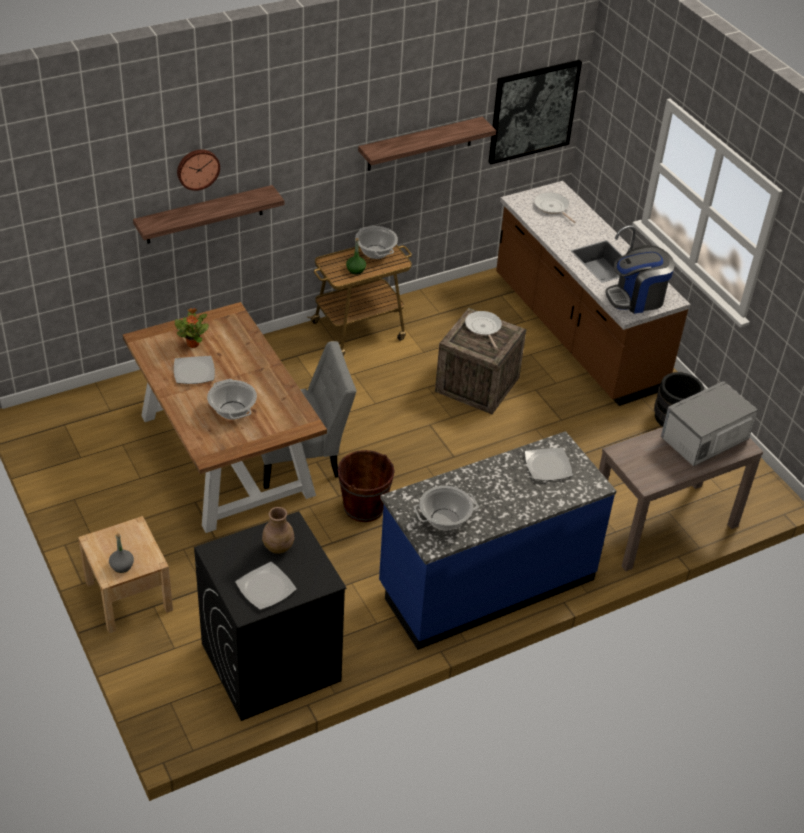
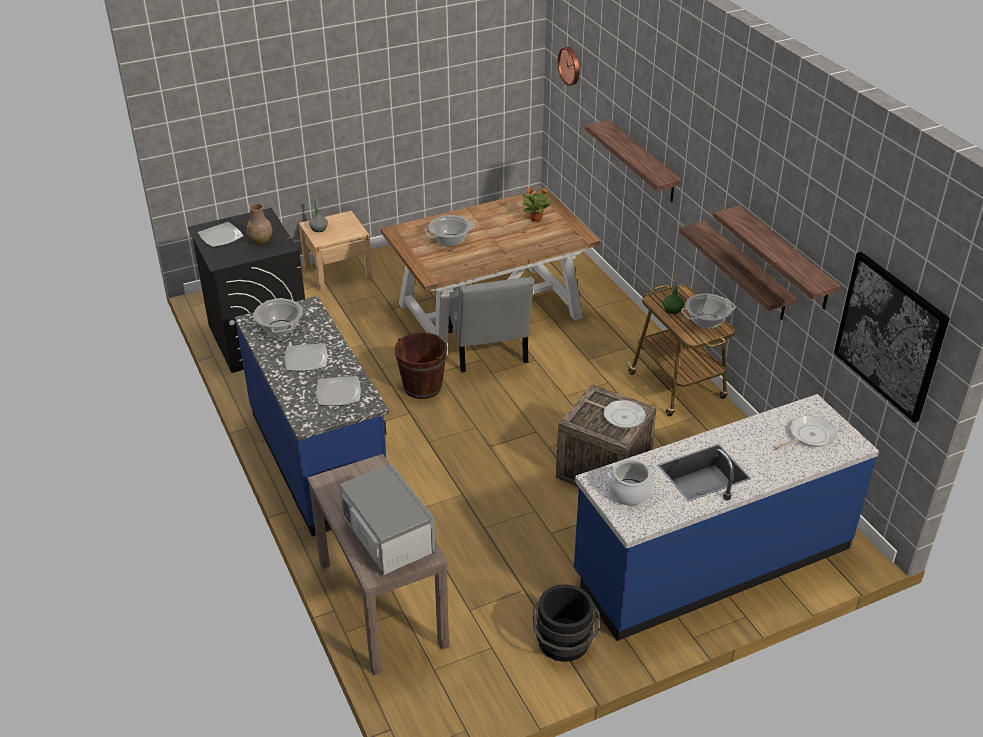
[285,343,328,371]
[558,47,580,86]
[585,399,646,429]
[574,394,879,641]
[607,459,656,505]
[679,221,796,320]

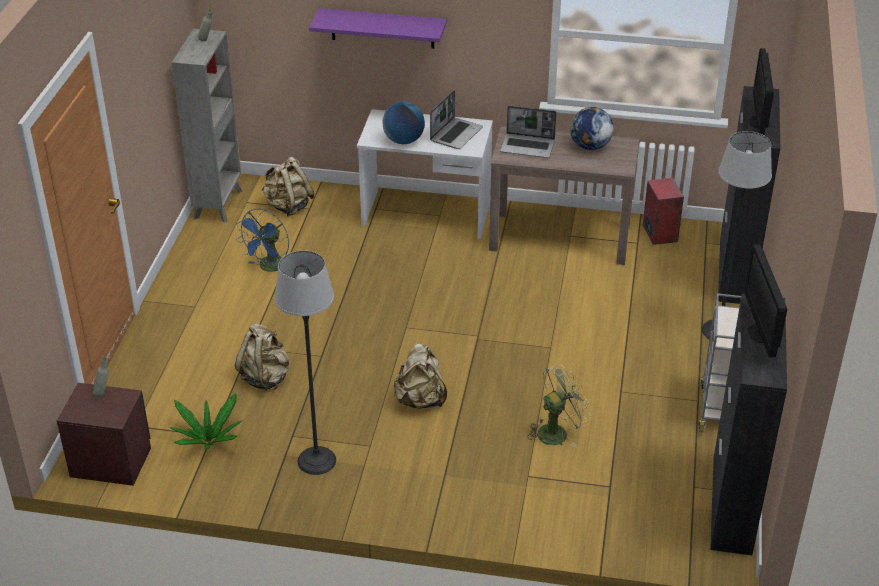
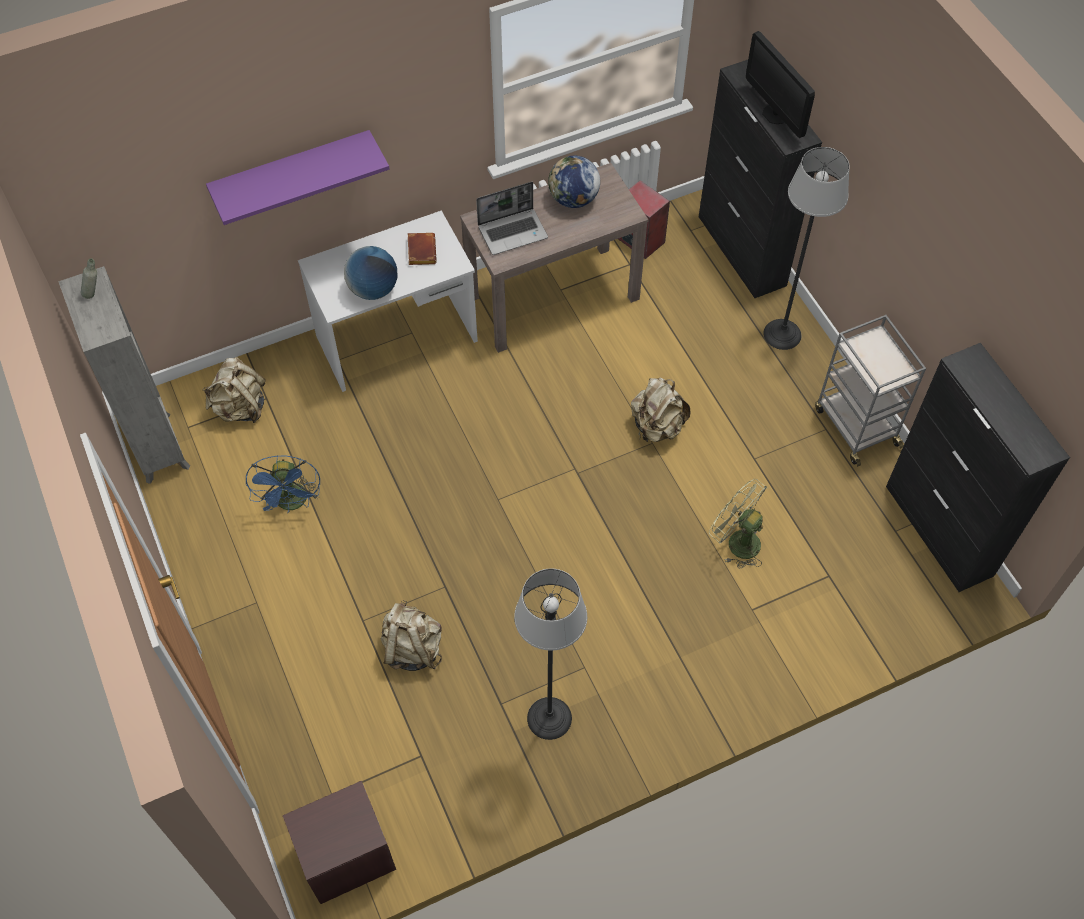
[93,358,109,397] (first image)
[170,393,242,450] (first image)
[631,377,690,442]
[408,233,437,265]
[709,479,767,569]
[745,244,787,357] (first image)

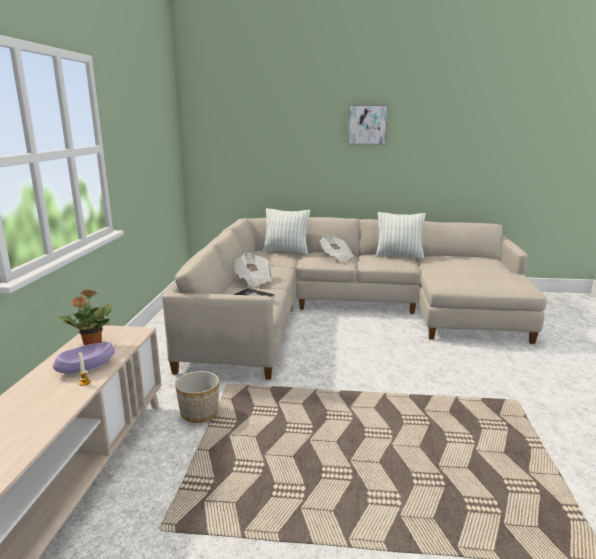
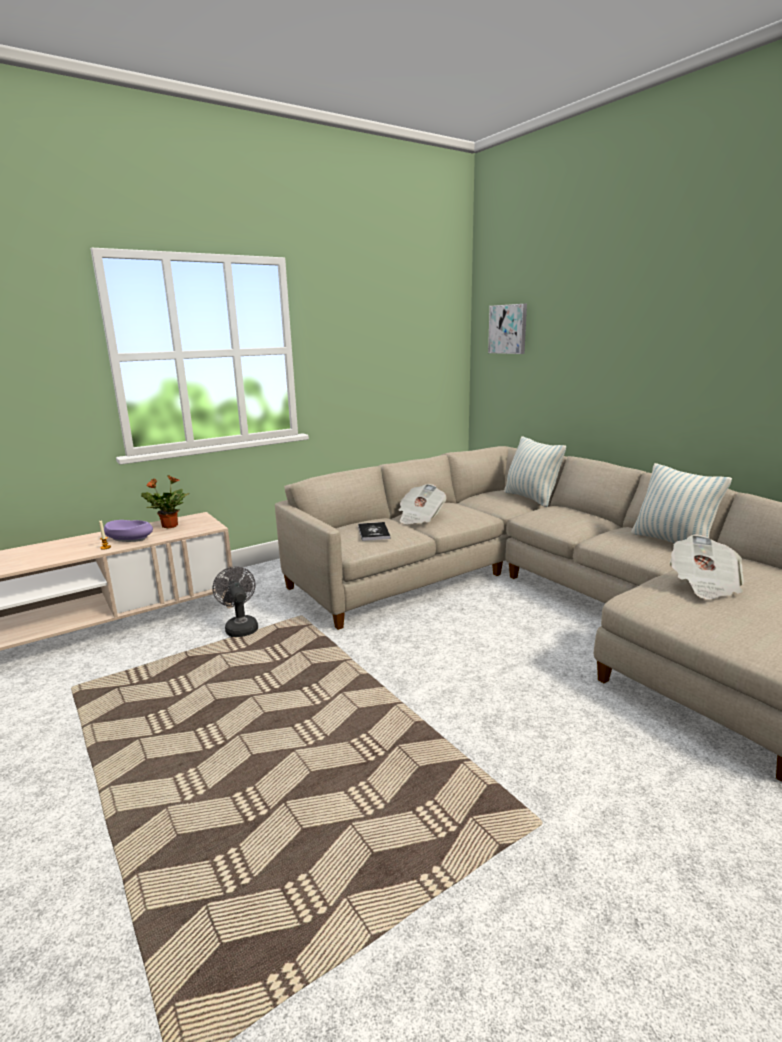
[213,566,258,637]
[669,534,744,599]
[488,304,527,354]

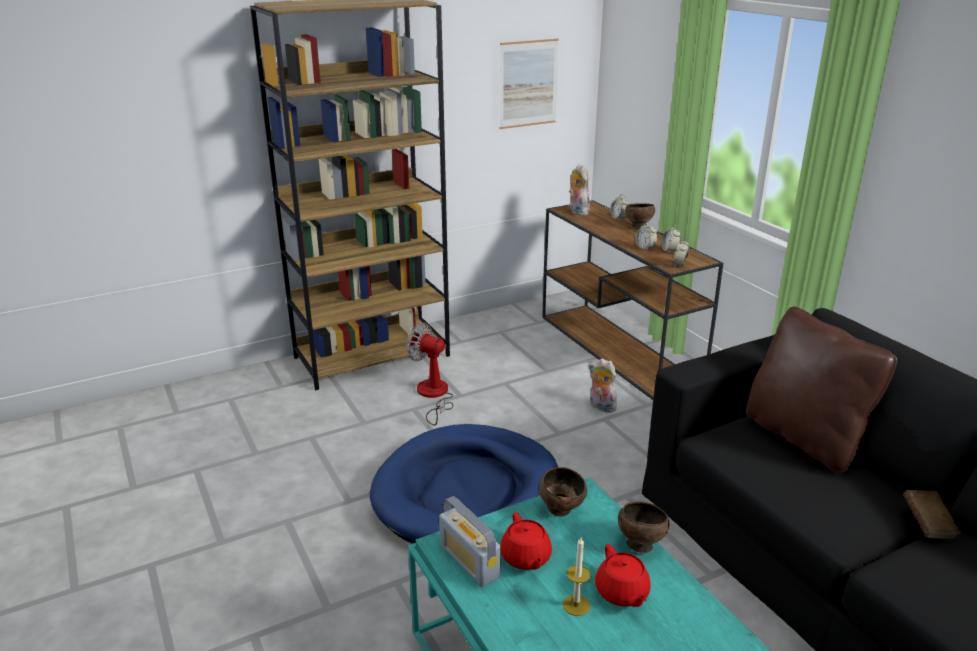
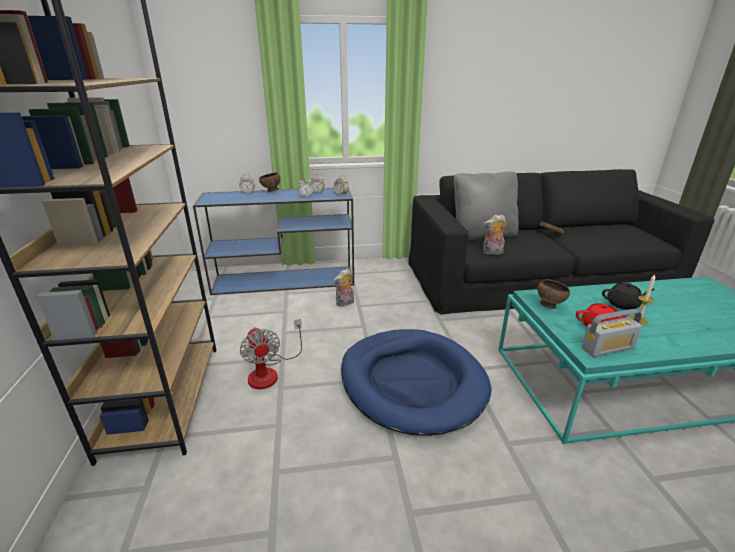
[240,319,302,389]
[500,39,559,129] (first image)
[193,188,354,295]
[483,214,506,255]
[602,283,655,310]
[618,501,669,553] (first image)
[454,171,519,240]

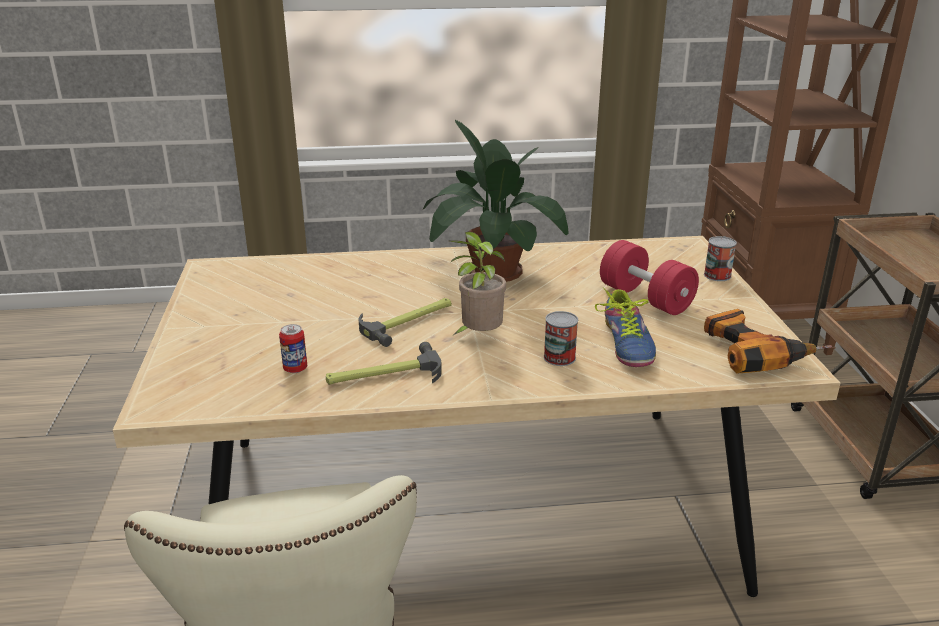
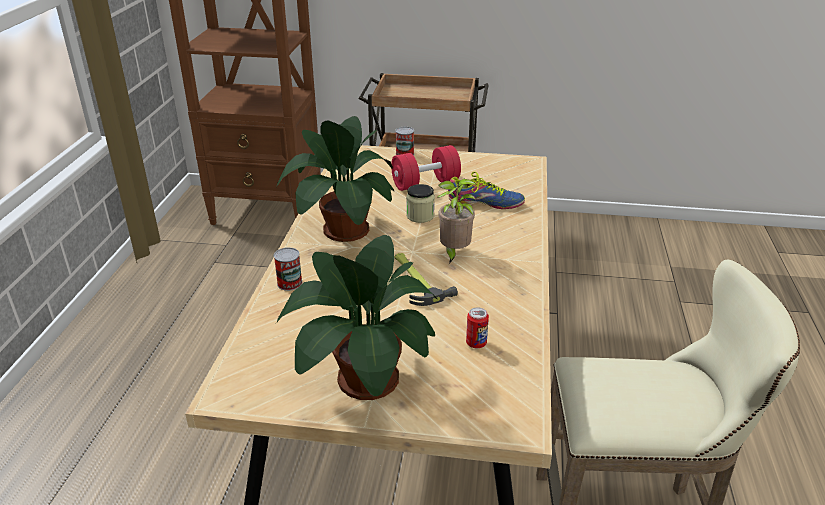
[326,342,442,385] (first image)
[274,247,302,291]
[704,309,832,374] (first image)
[276,235,437,400]
[406,184,435,223]

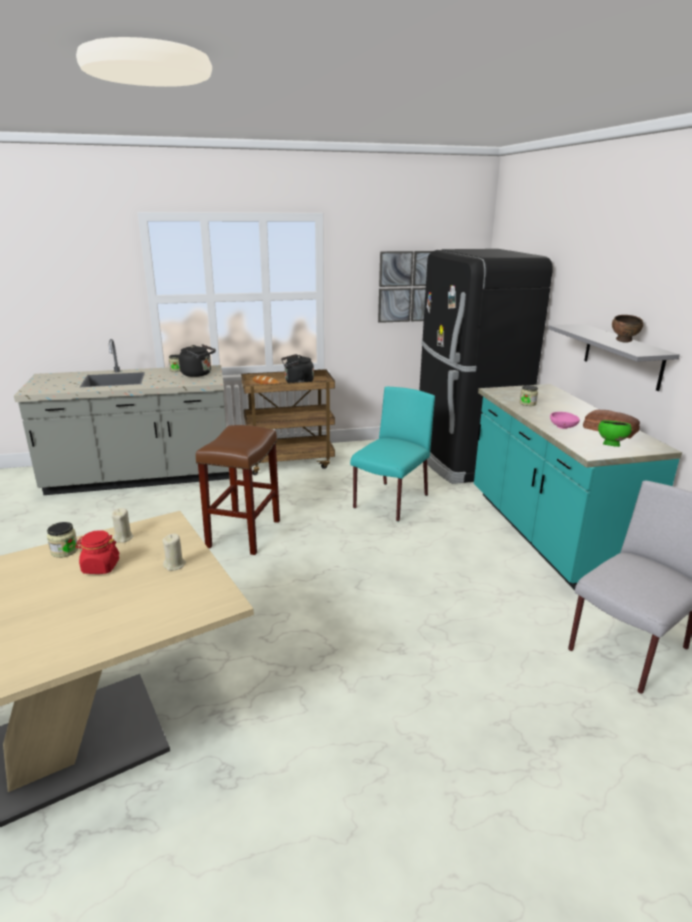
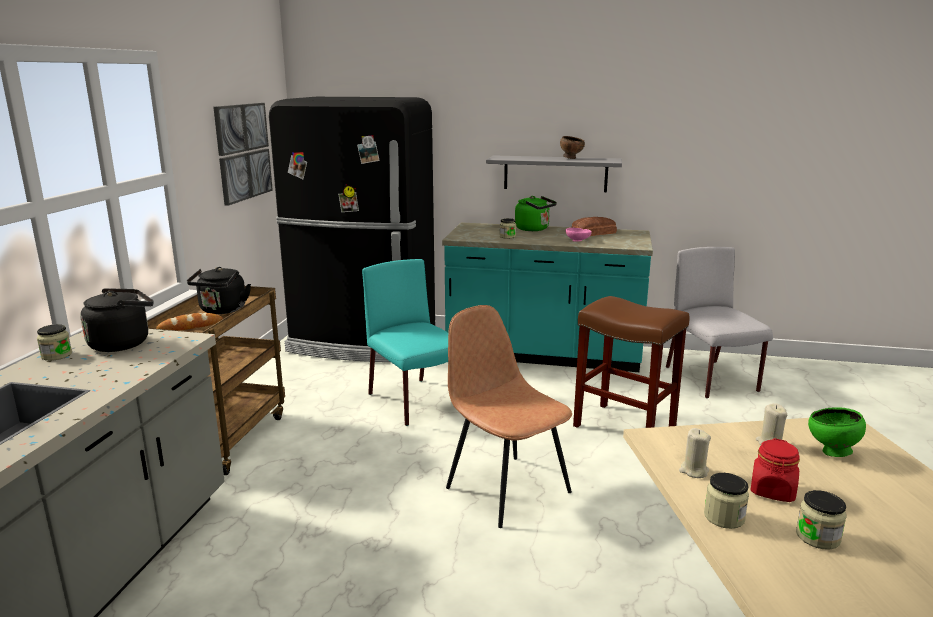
[573,296,690,428]
[808,407,866,457]
[446,305,572,528]
[515,196,557,231]
[796,490,847,550]

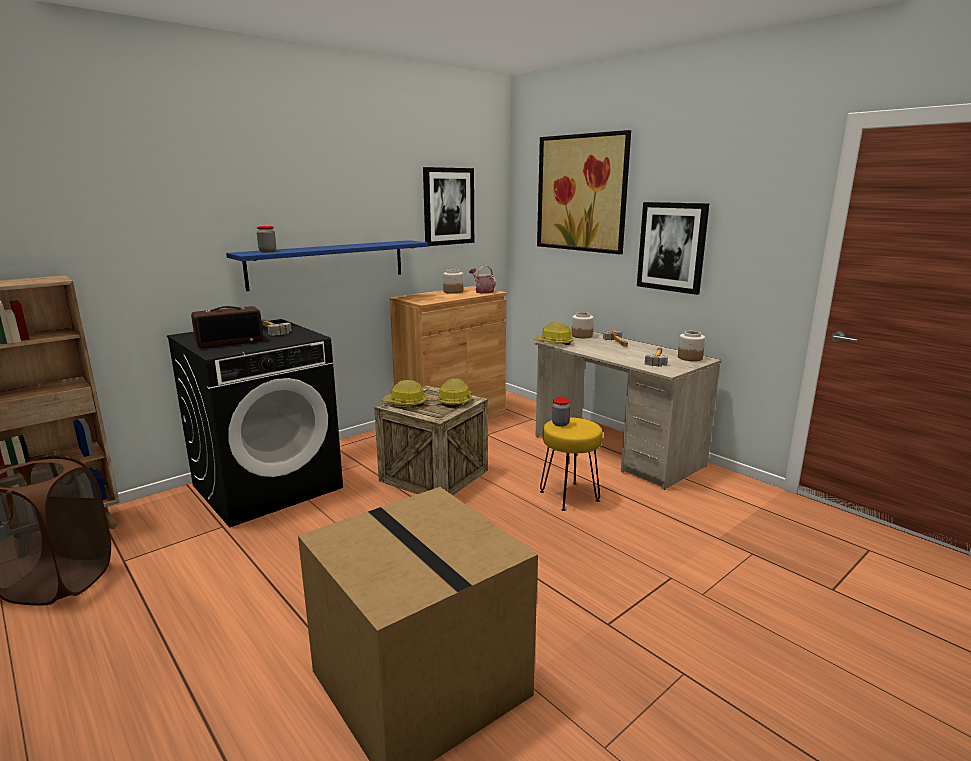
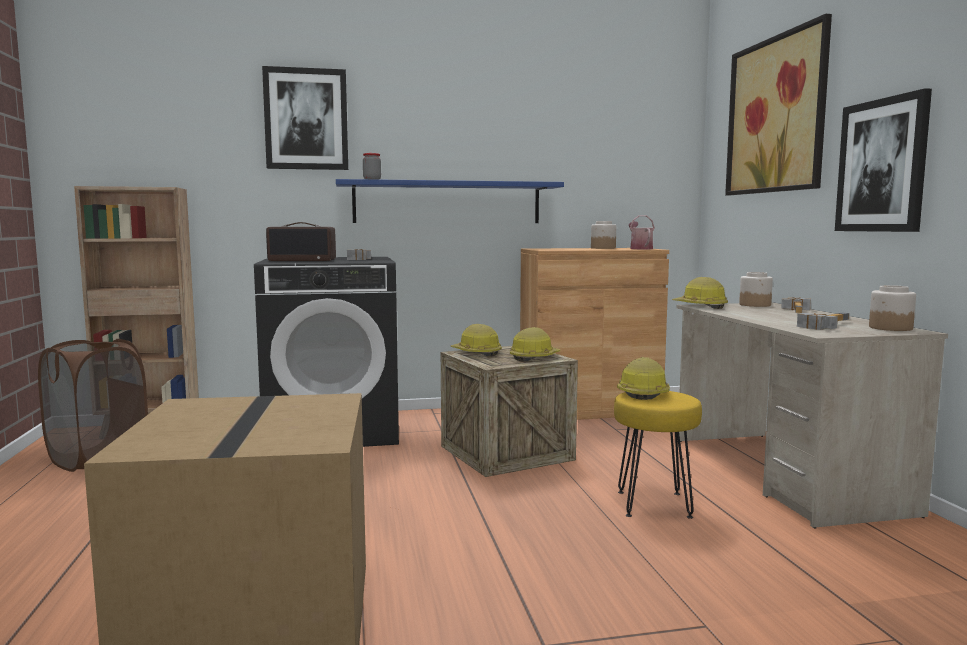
[262,66,348,170]
[617,357,670,400]

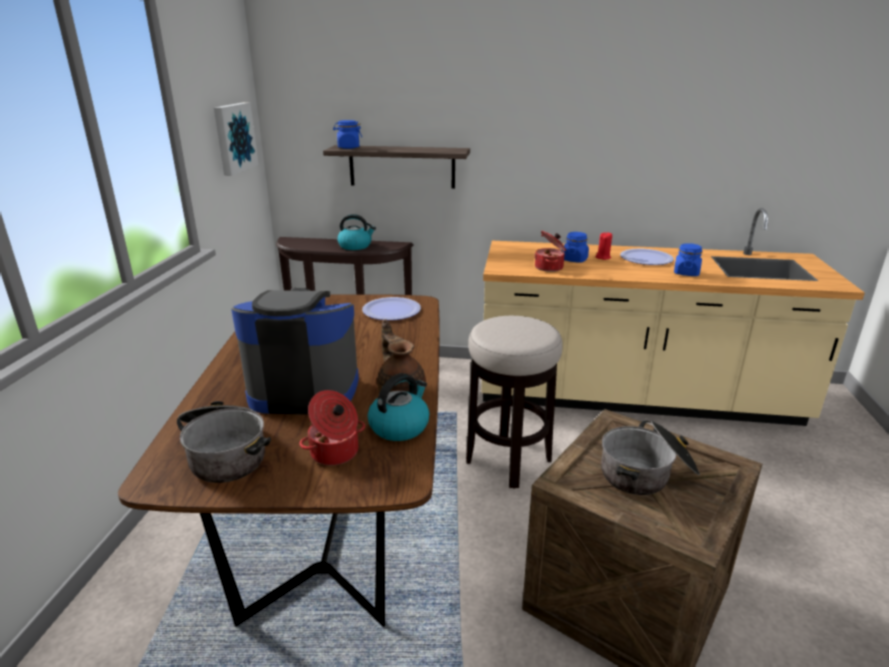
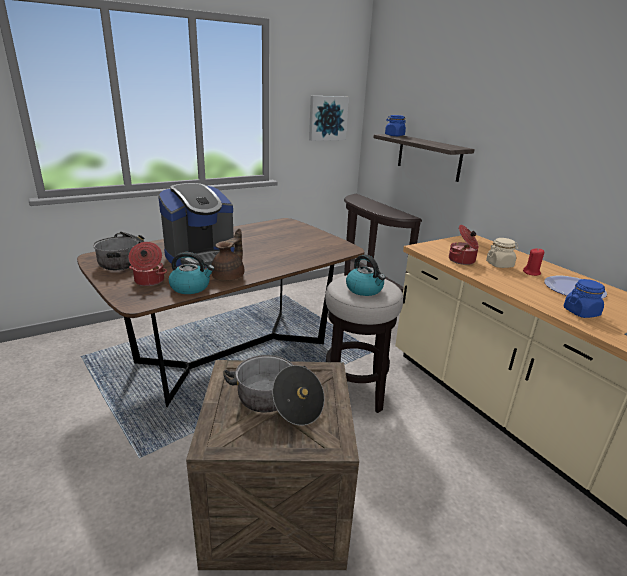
[158,183,234,268]
[346,254,385,296]
[362,297,421,320] (first image)
[486,238,519,268]

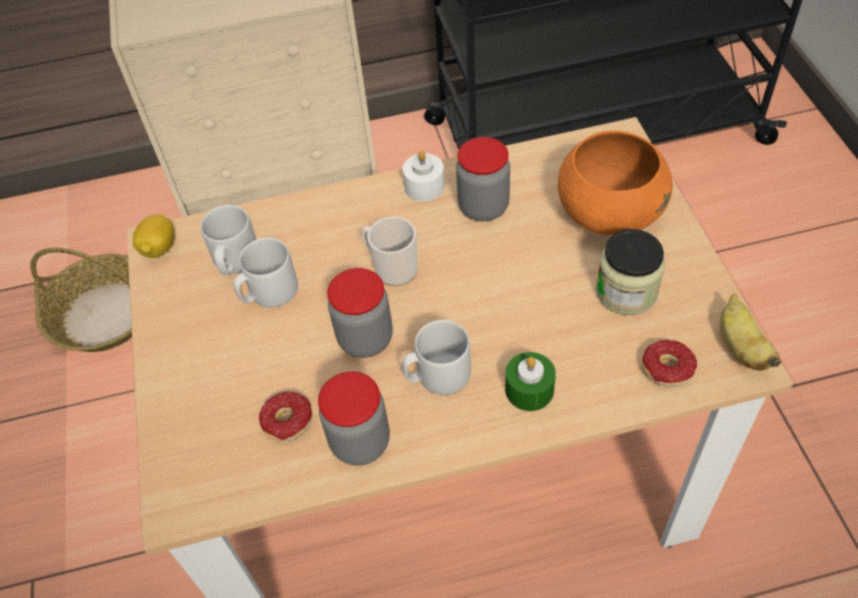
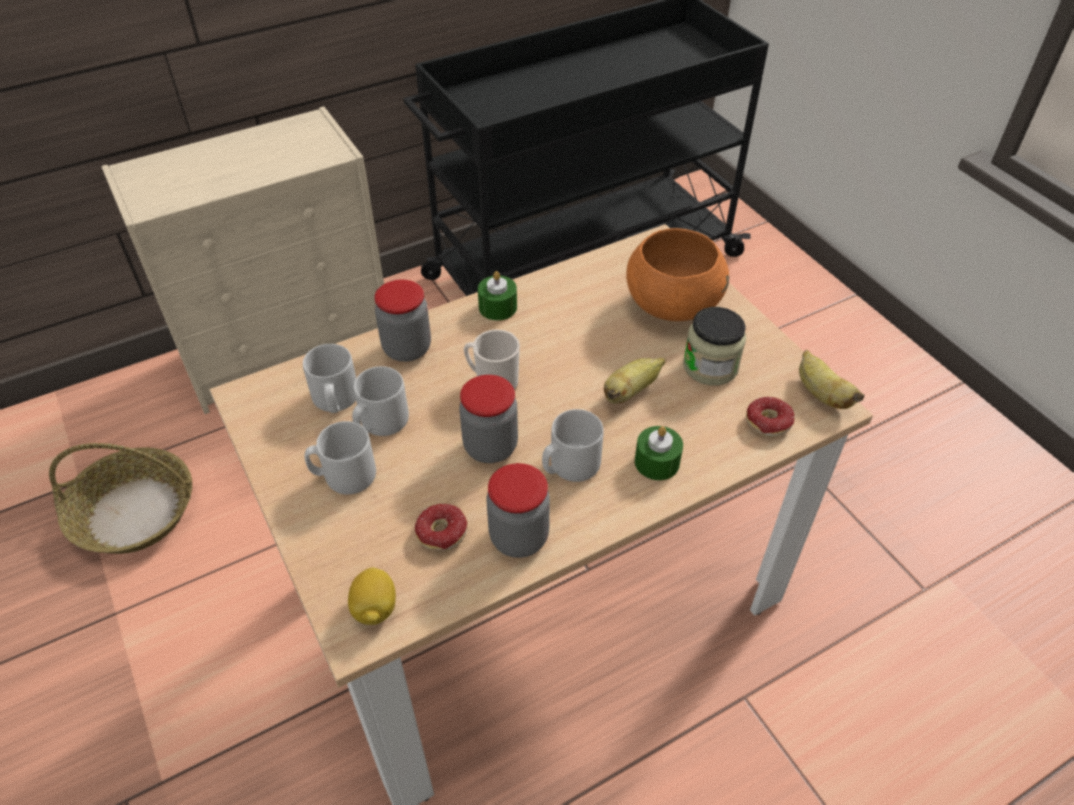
[348,567,396,625]
[478,271,517,320]
[375,279,431,362]
[304,421,376,494]
[604,357,666,404]

